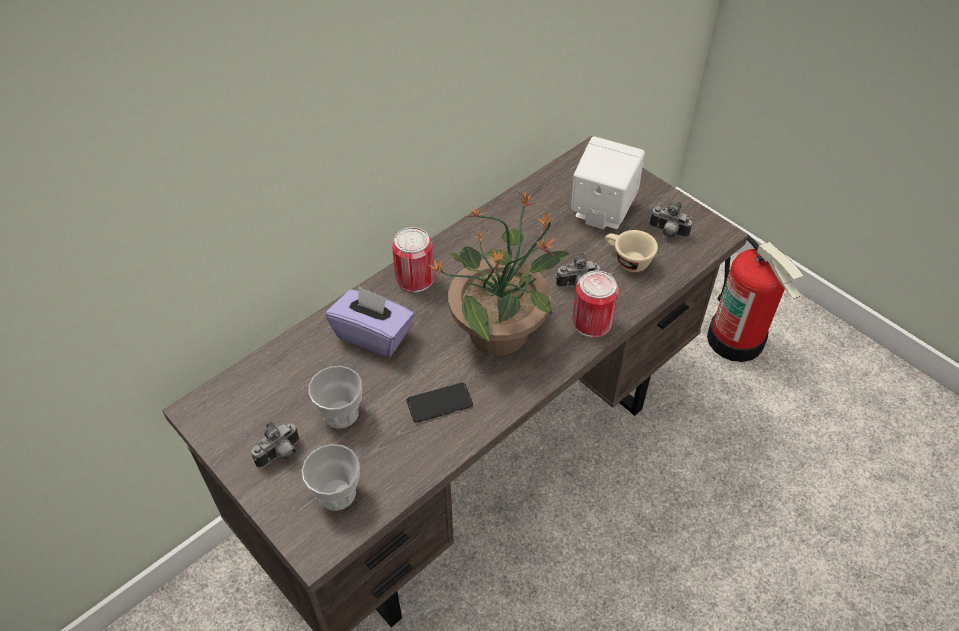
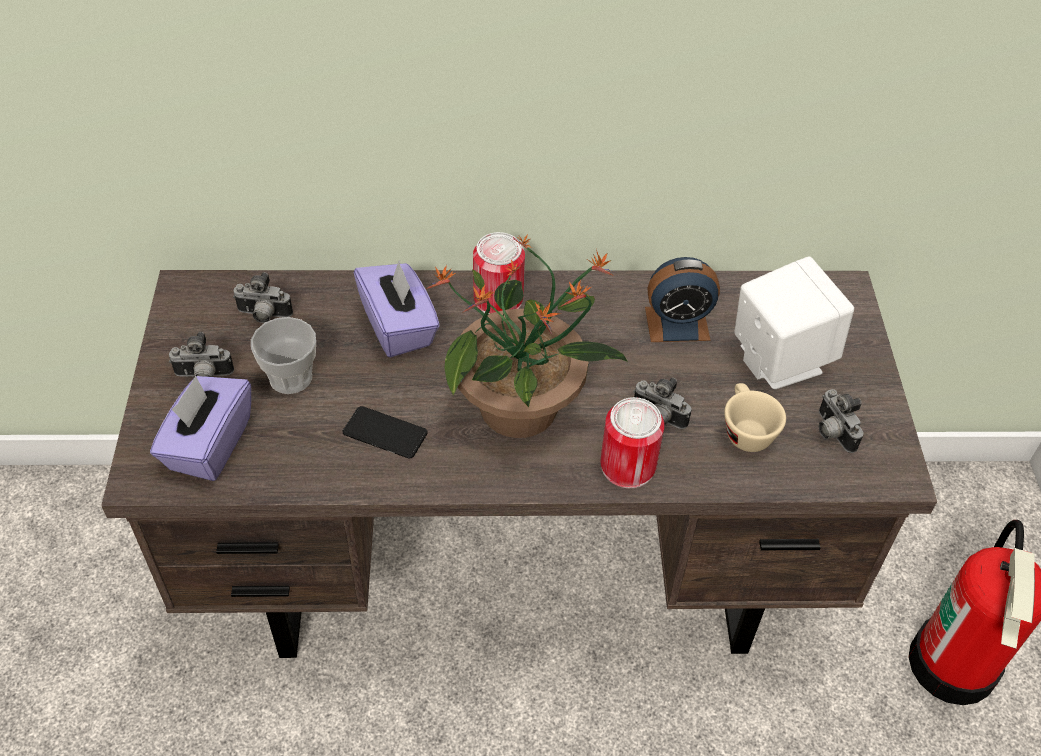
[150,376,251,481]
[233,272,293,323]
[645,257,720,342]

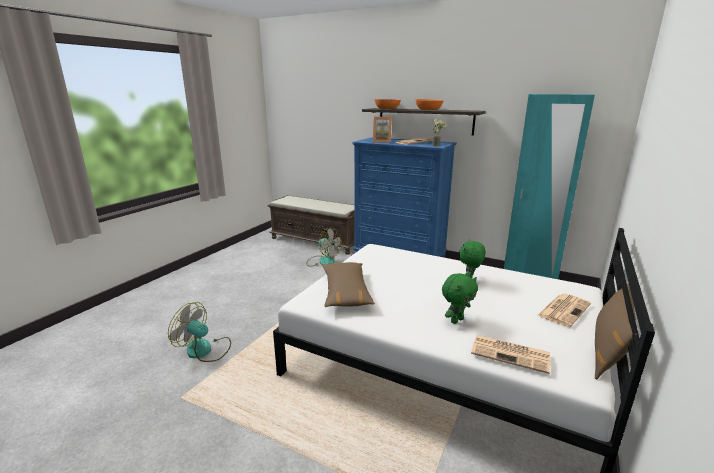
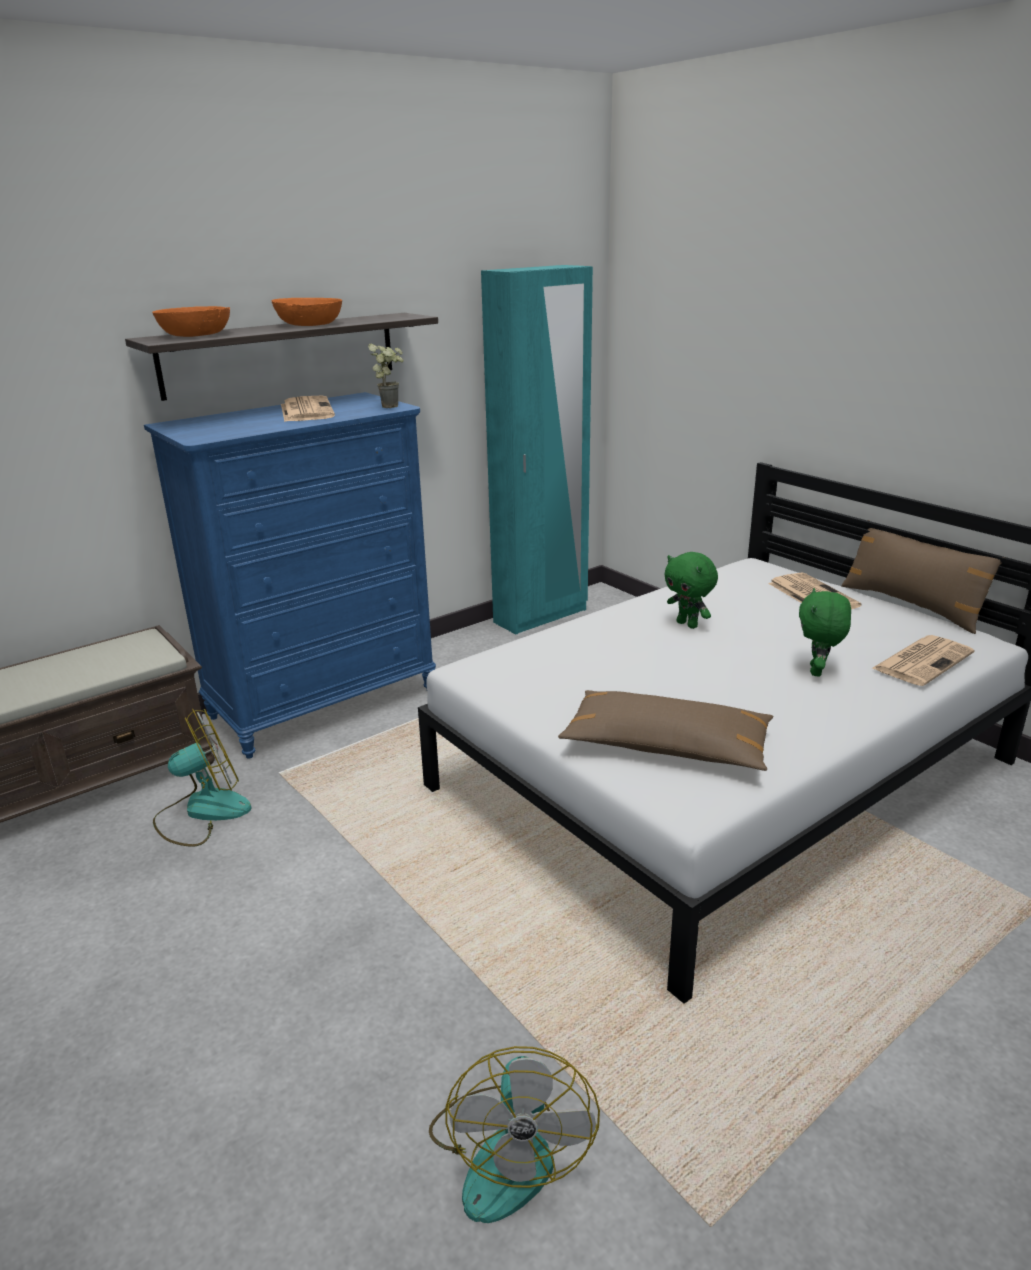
[429,1046,600,1223]
[373,117,392,143] (first image)
[799,588,851,677]

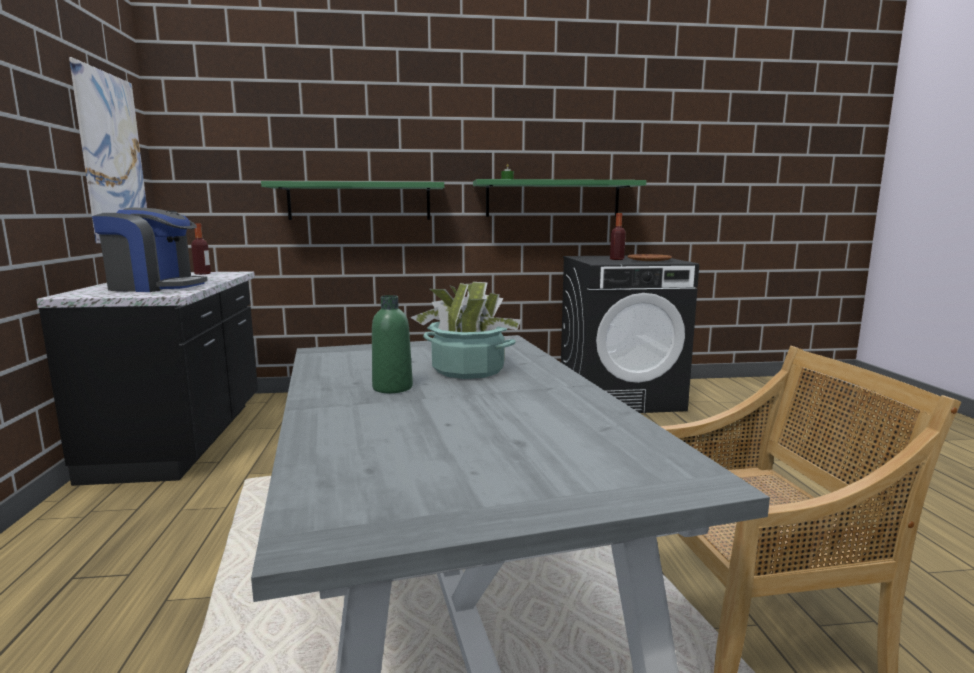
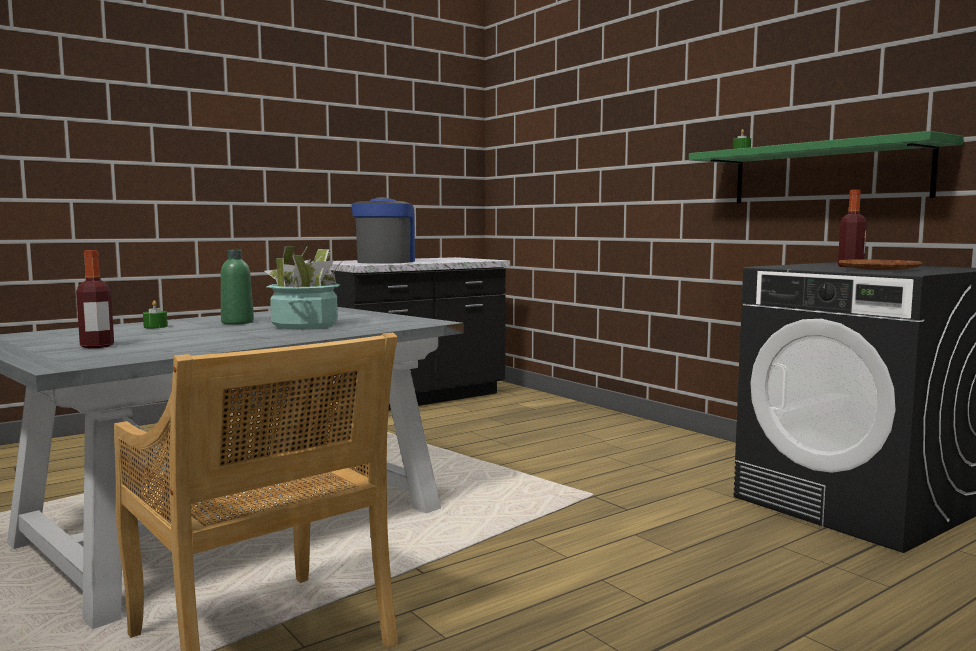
[69,57,147,244] (first image)
[351,197,415,264]
[76,250,114,348]
[261,181,444,220] (first image)
[143,300,168,328]

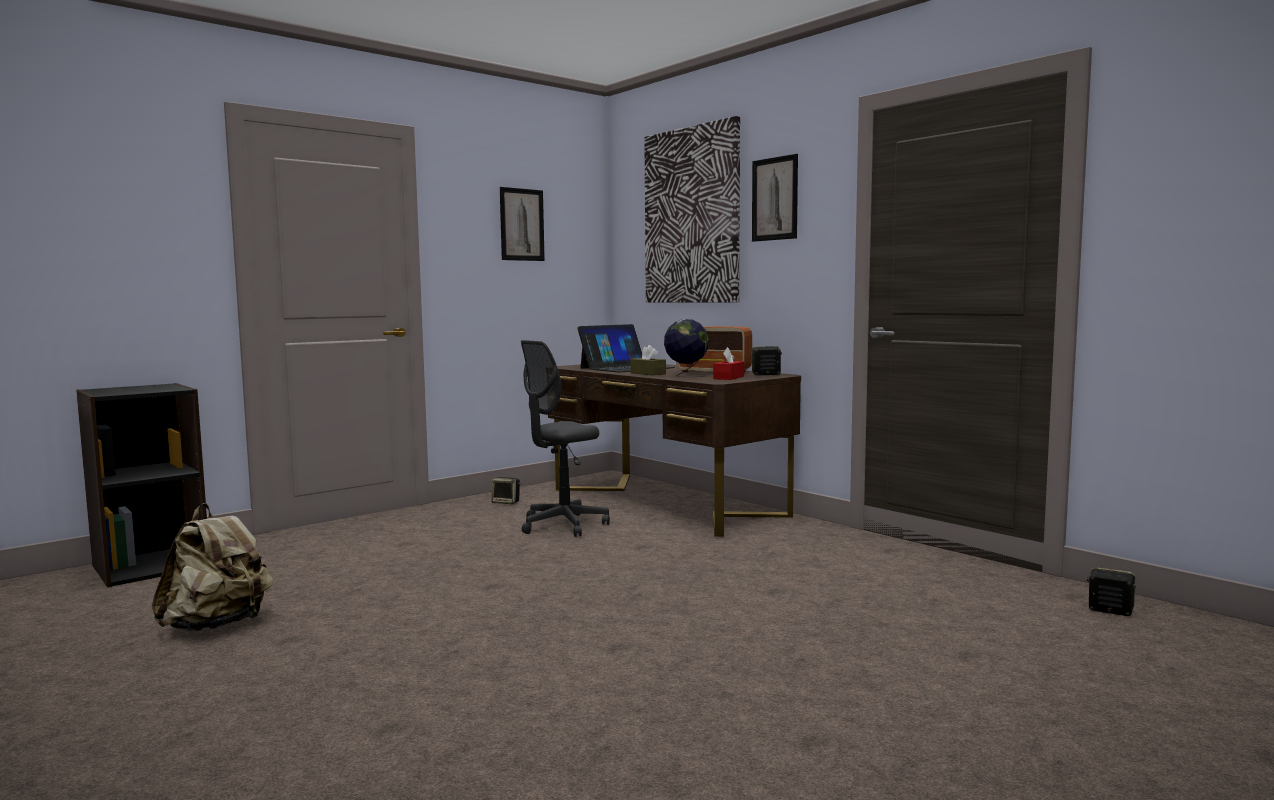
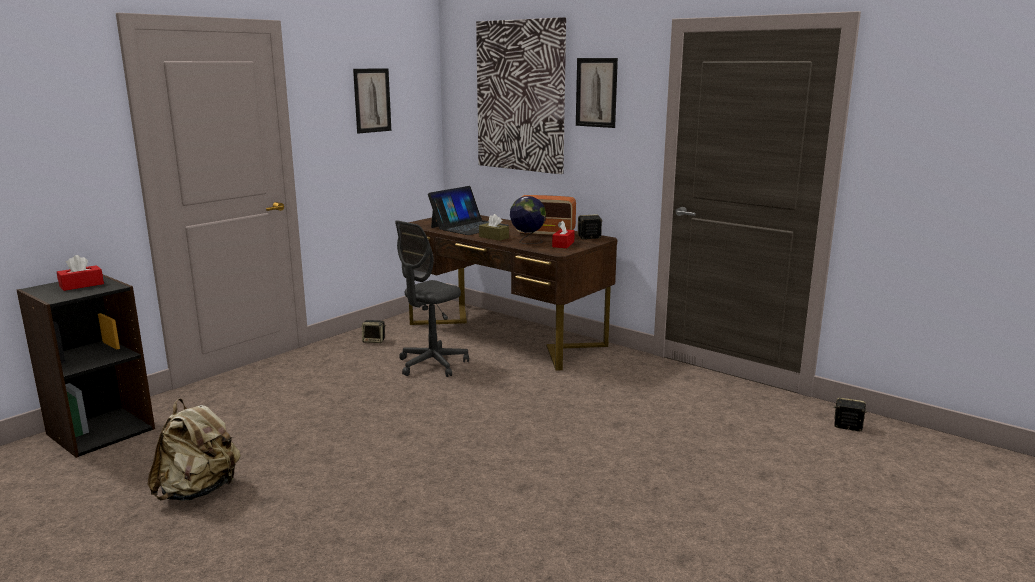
[57,255,104,291]

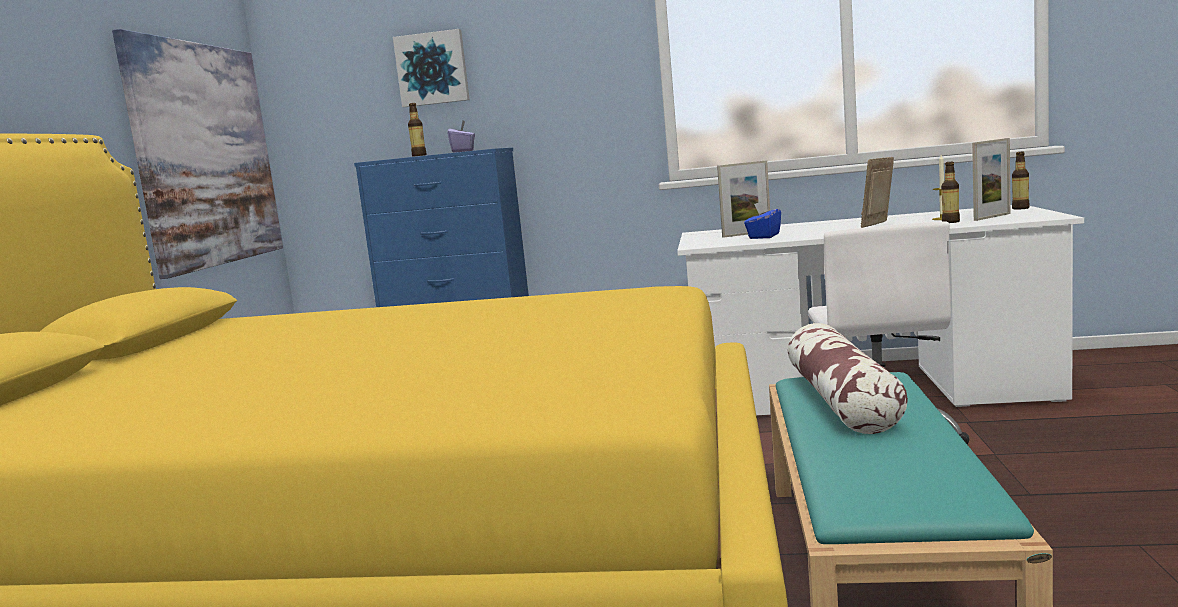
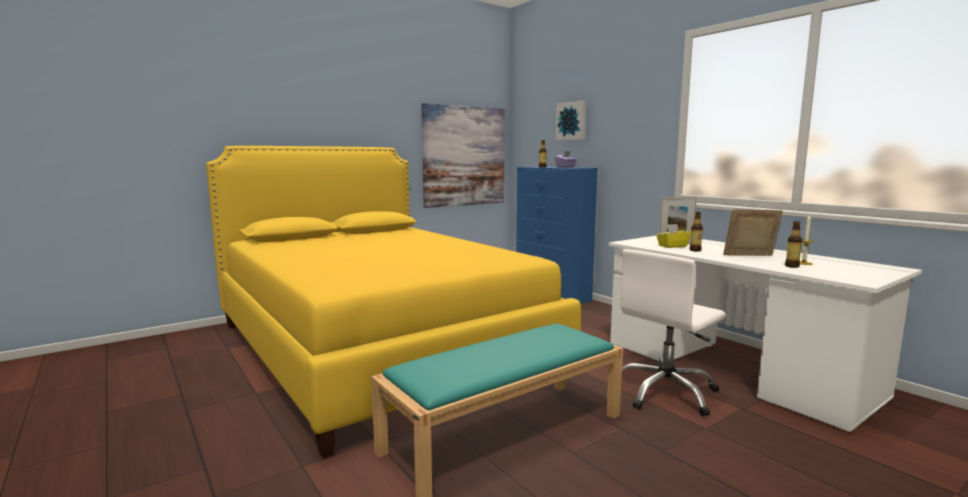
[656,224,691,248]
[788,323,908,434] (first image)
[972,138,1011,221] (first image)
[690,212,703,252]

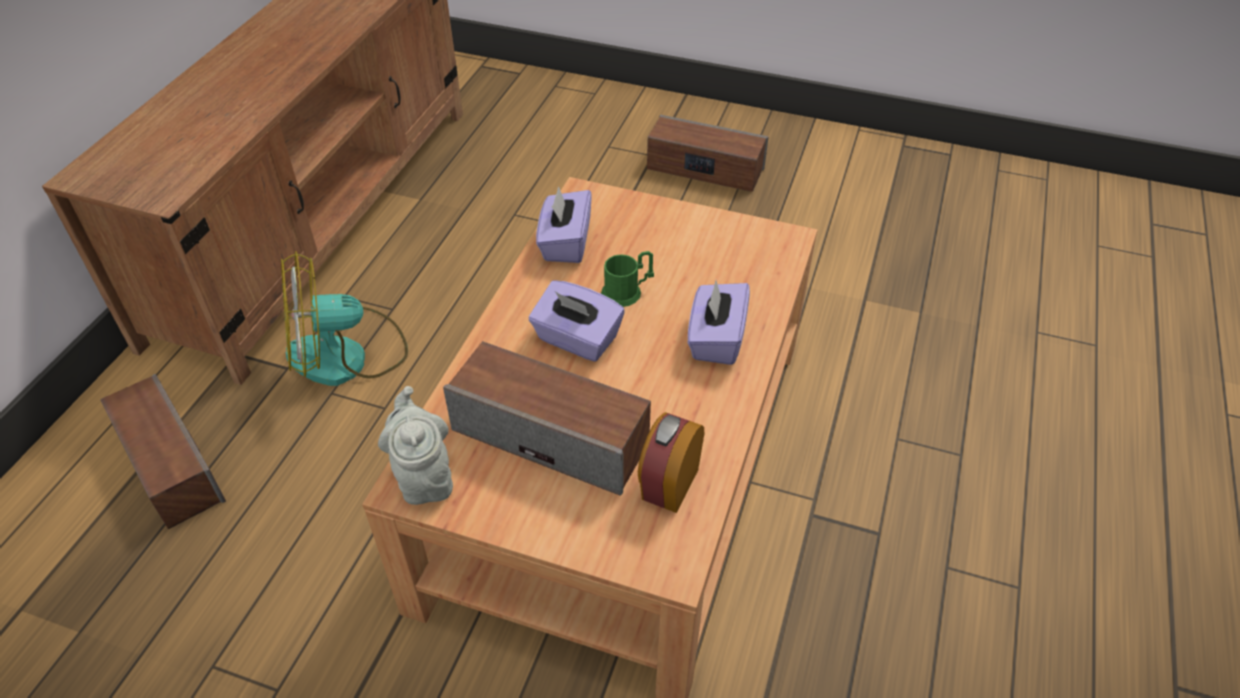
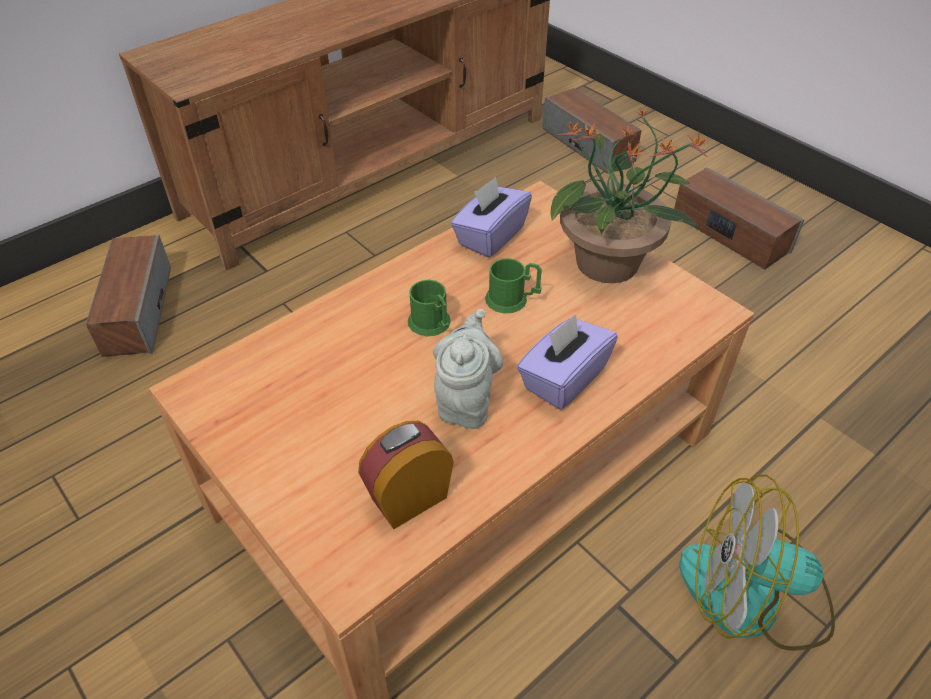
[679,474,835,651]
[433,309,503,429]
[542,88,642,174]
[408,280,451,336]
[551,108,709,283]

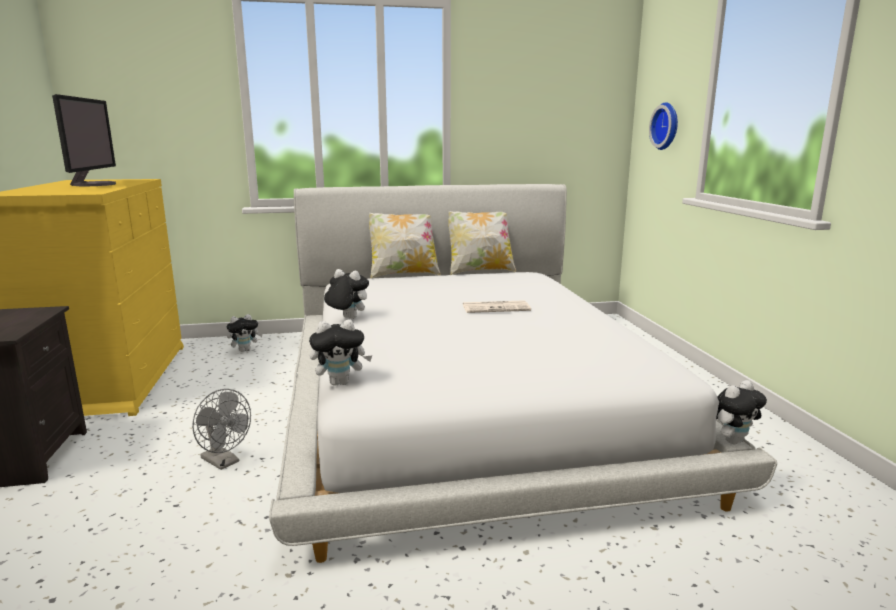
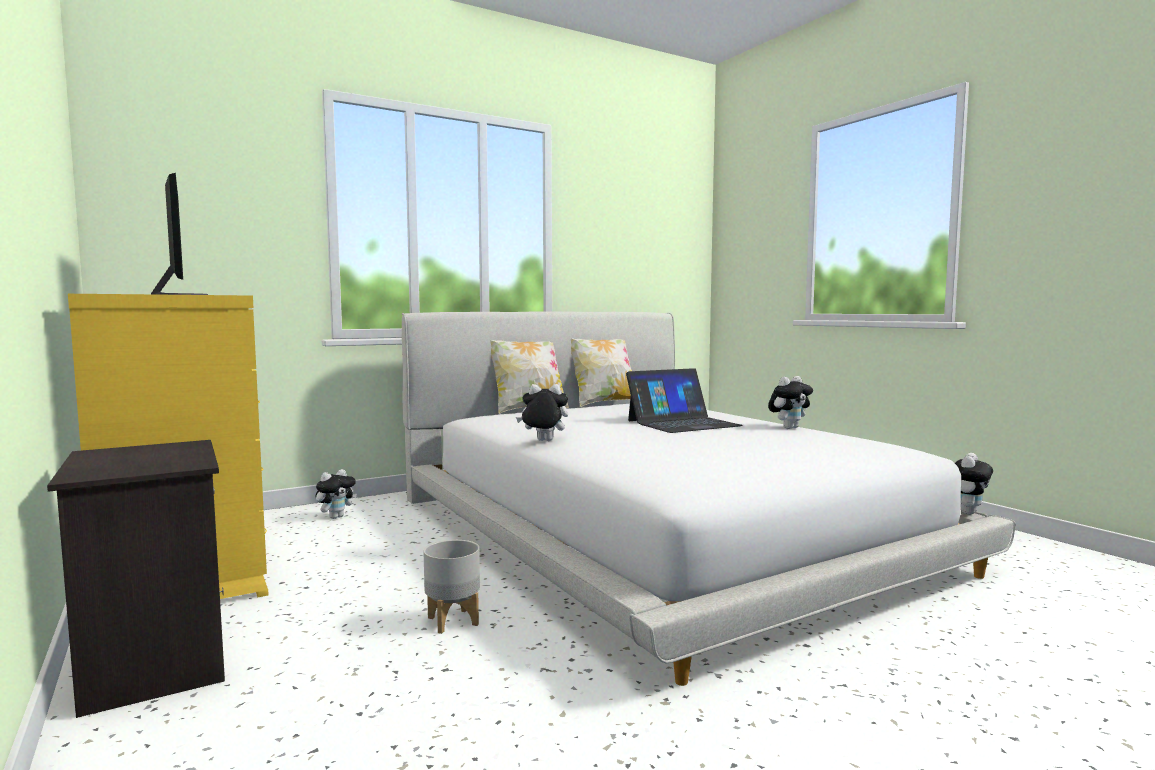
[423,540,480,634]
[768,376,813,429]
[626,368,743,433]
[649,102,678,150] (first image)

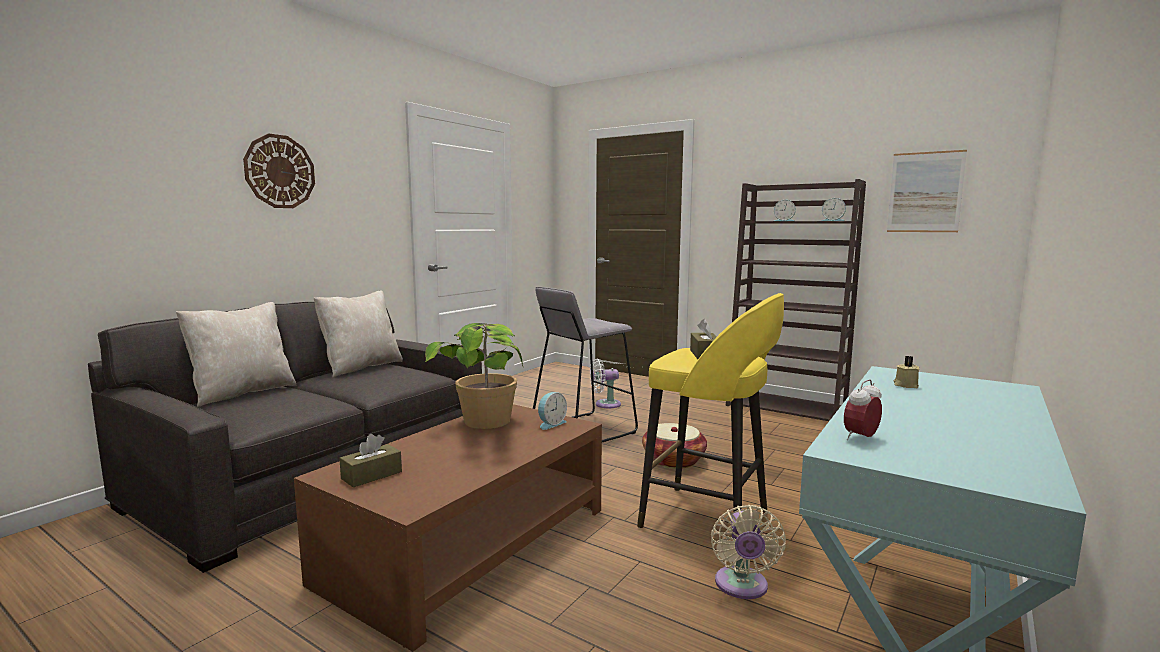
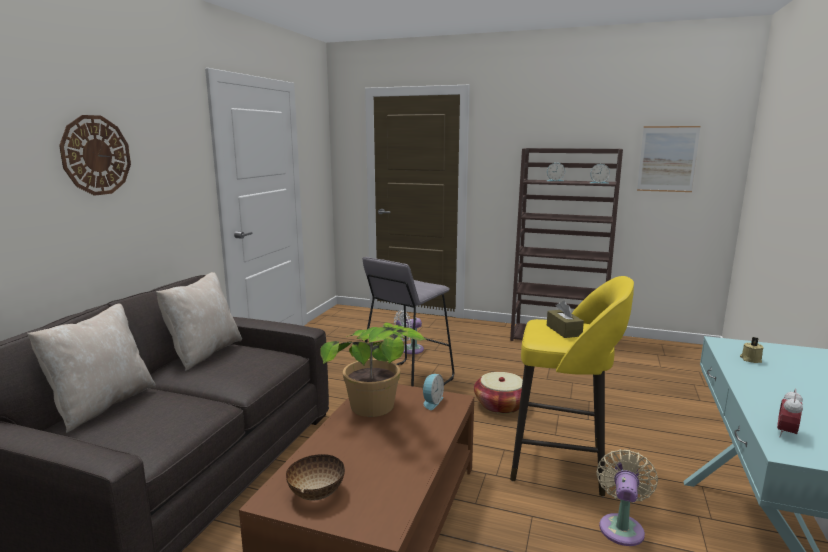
[286,454,345,501]
[596,449,658,546]

